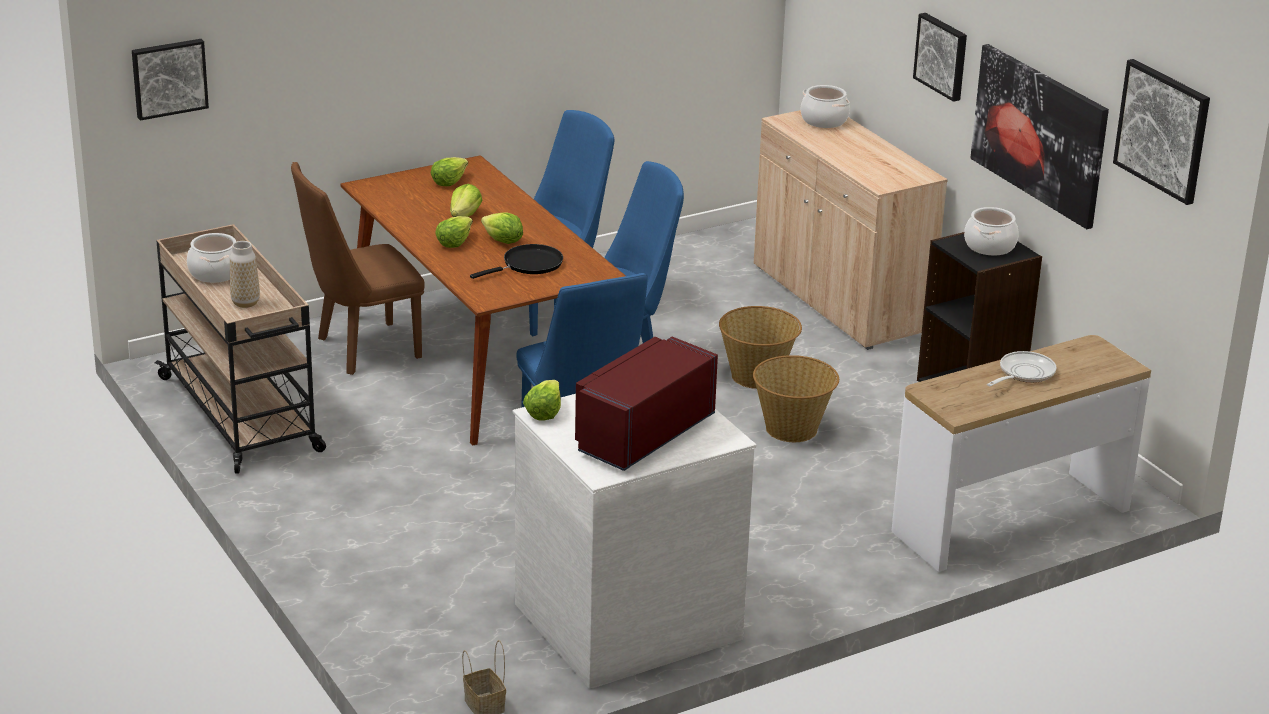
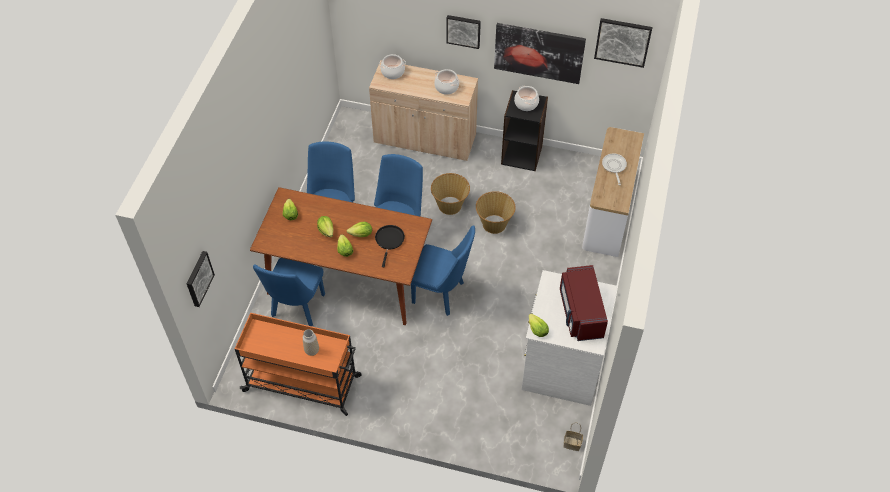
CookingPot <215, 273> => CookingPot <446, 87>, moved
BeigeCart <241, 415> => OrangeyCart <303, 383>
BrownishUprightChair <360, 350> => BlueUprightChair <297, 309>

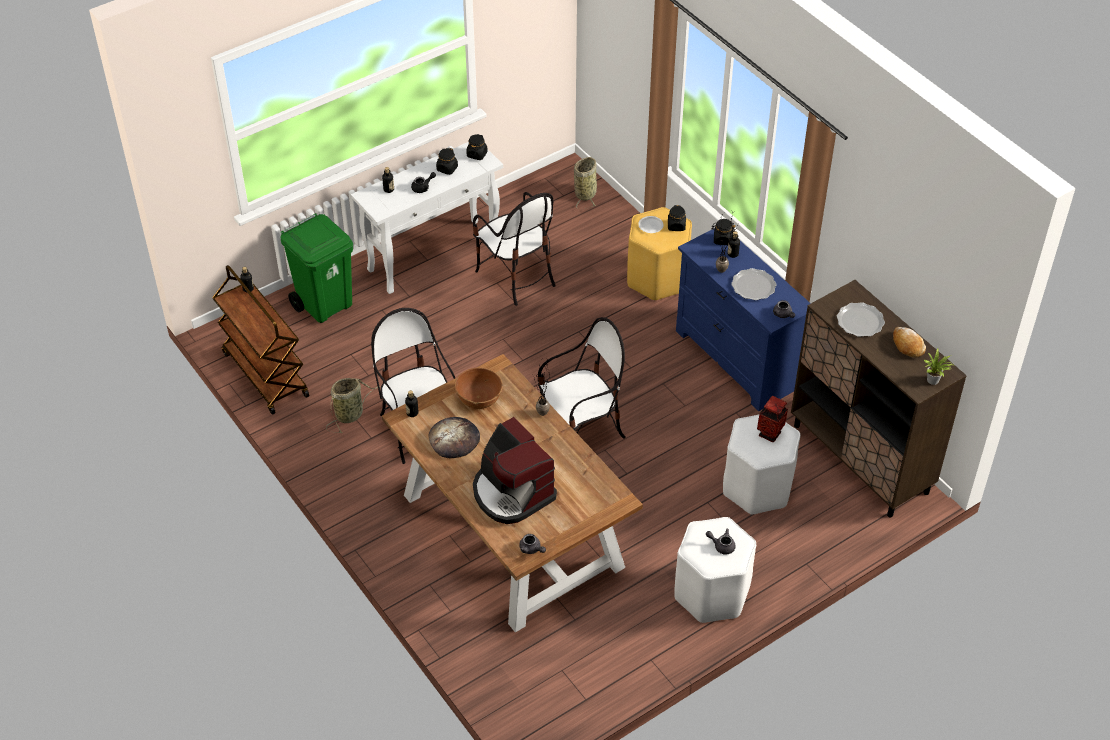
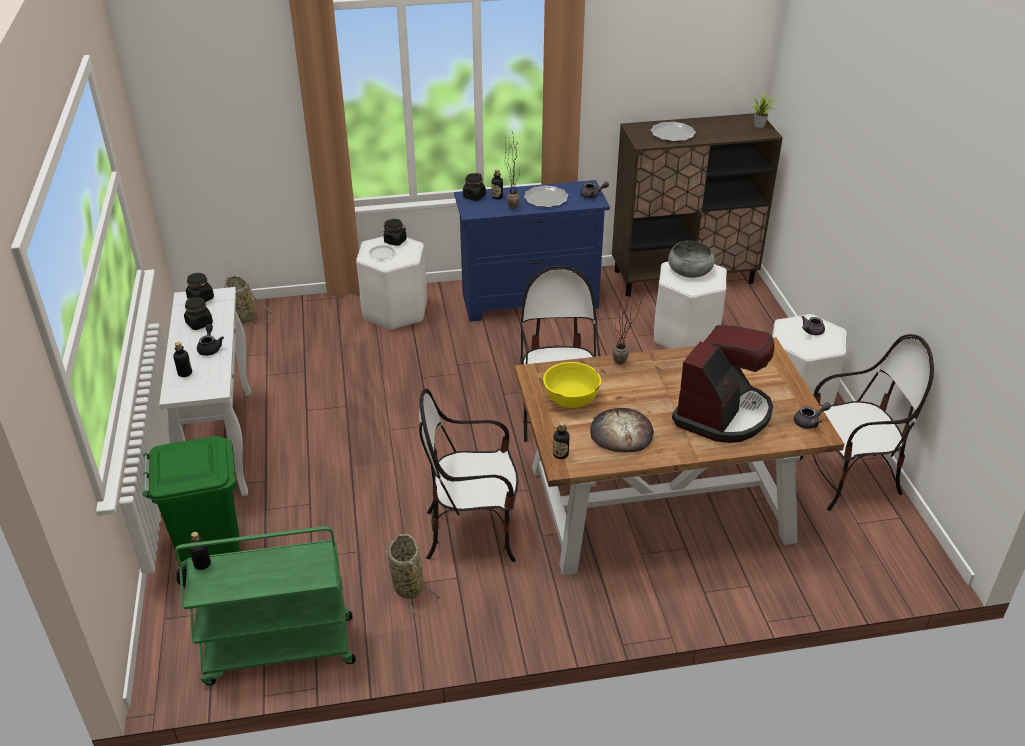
BakedBread <907, 345> => nothing
UprightChair <516, 277> => UprightChair <848, 479>, moved
Vase <770, 434> => GrayDeepDish <690, 269>
BrownishCart <264, 374> => GreenColouredCart <278, 651>
BrownishDeepDish <479, 399> => YellowDeepDish <571, 399>
YellowStoolSeat <657, 278> => WhitishStoolSeat <395, 311>
CoffeeMachine <512, 493> => CoffeeMachine <723, 414>, 45 degrees counterclockwise

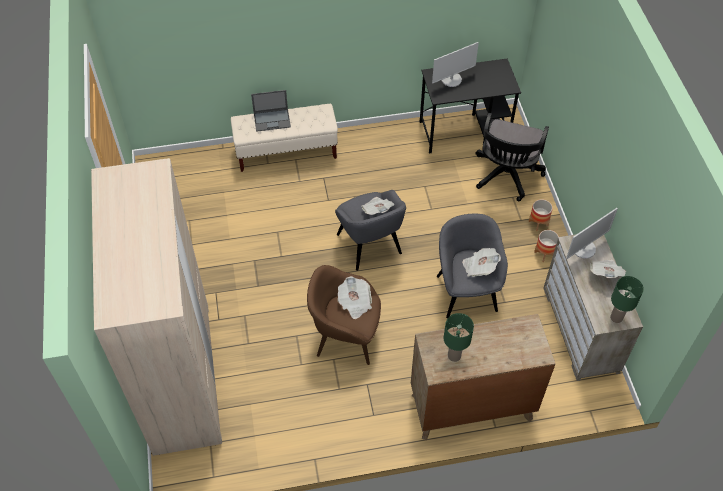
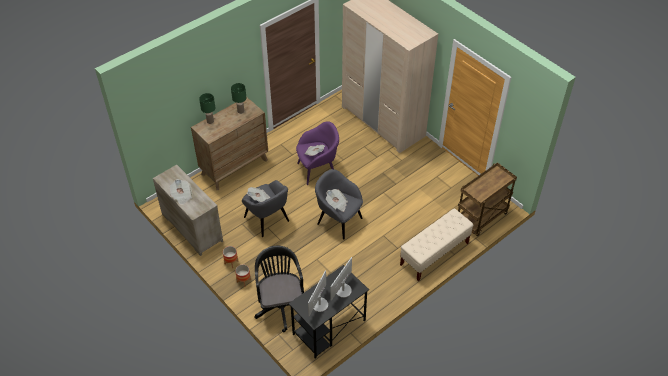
Laptop <272, 120> => nothing
nothing => BrownishCart <481, 218>
Monitor <583, 248> => Monitor <319, 304>, moved
GreenColouredTableLamp <616, 317> => GreenColouredTableLamp <210, 121>, moved
BrownishArmchair <345, 337> => PurpleColouredArmchair <318, 169>

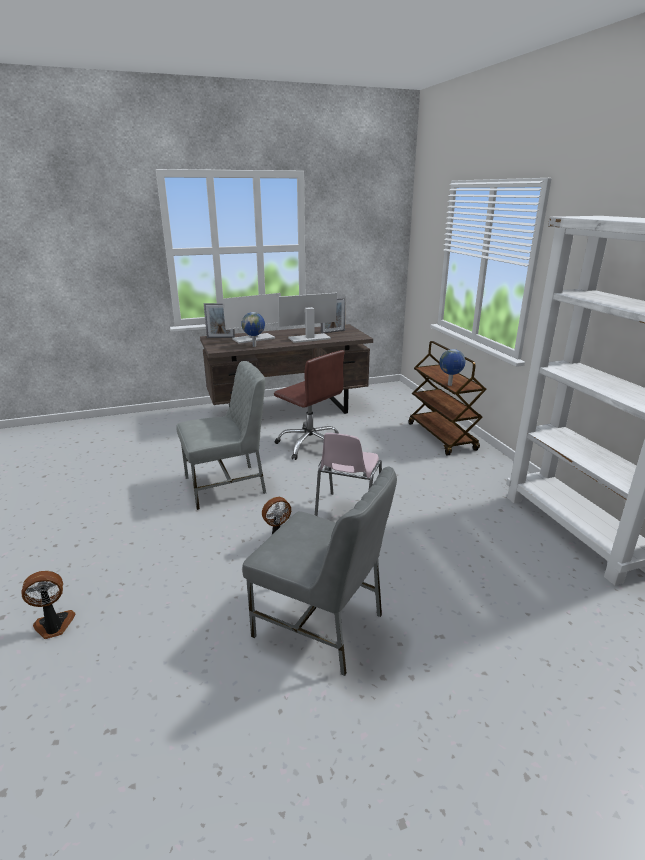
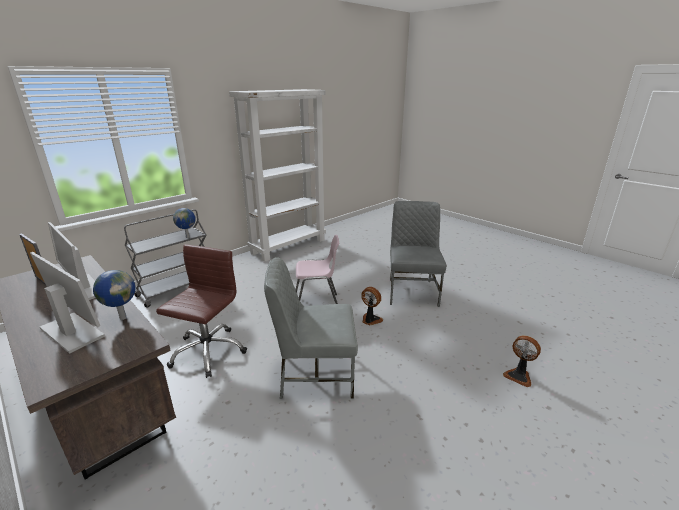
PictureFrame <221, 337> => nothing
BrownishCart <442, 437> => GrayCart <176, 289>
GrayUprightChair <227, 486> => GrayUprightChair <315, 375>, 45 degrees counterclockwise

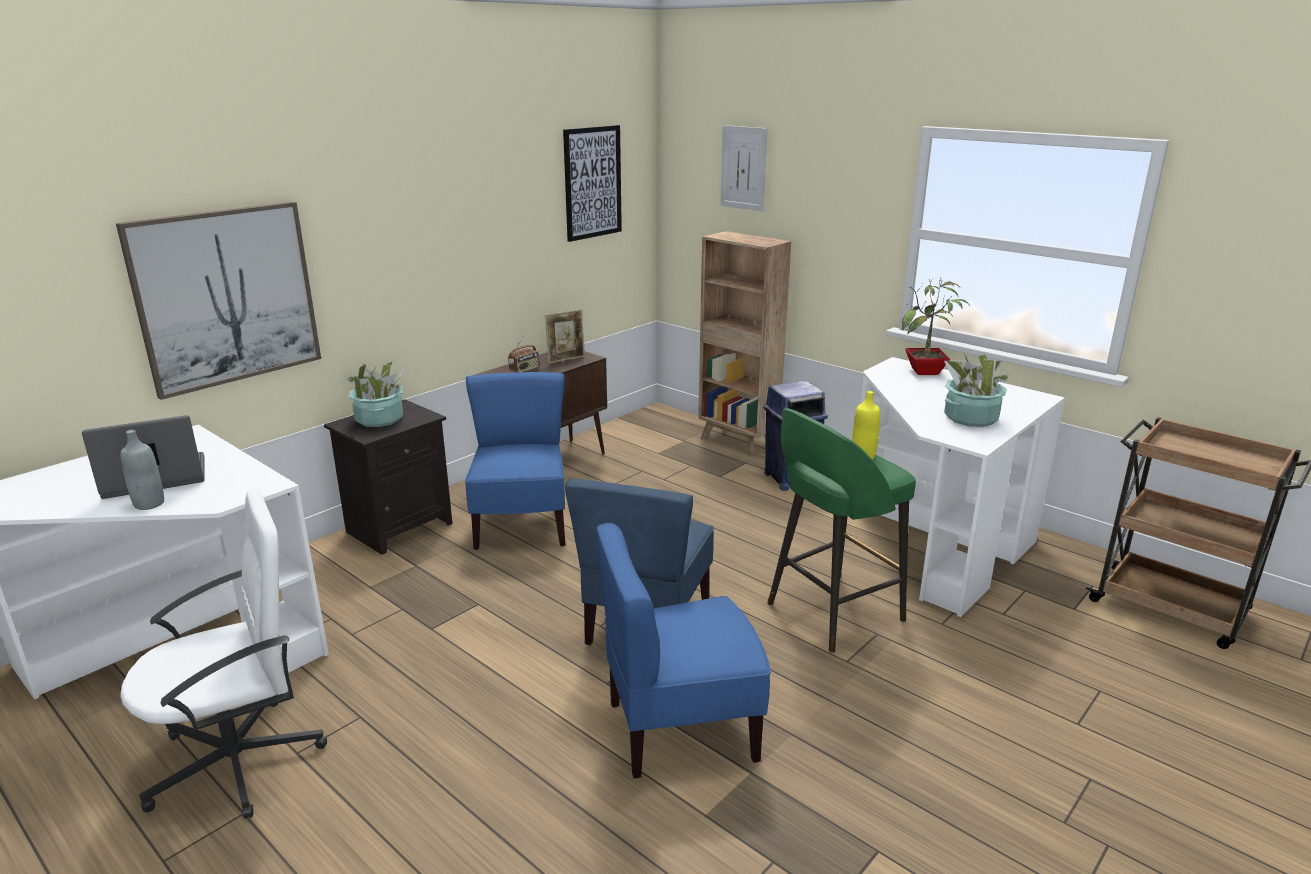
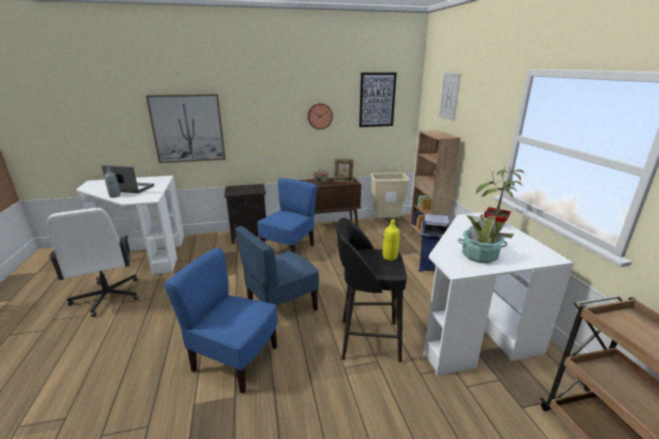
Houseplant <379, 419> => nothing
nothing => ClockOnTheWall <319, 116>
nothing => BeigeRubbishBin <386, 221>
GreenColouredStoolSeat <831, 613> => BlackColouredStoolSeat <367, 340>
WhitishOfficeChair <239, 760> => WhitishOfficeChair <107, 297>, 60 degrees clockwise

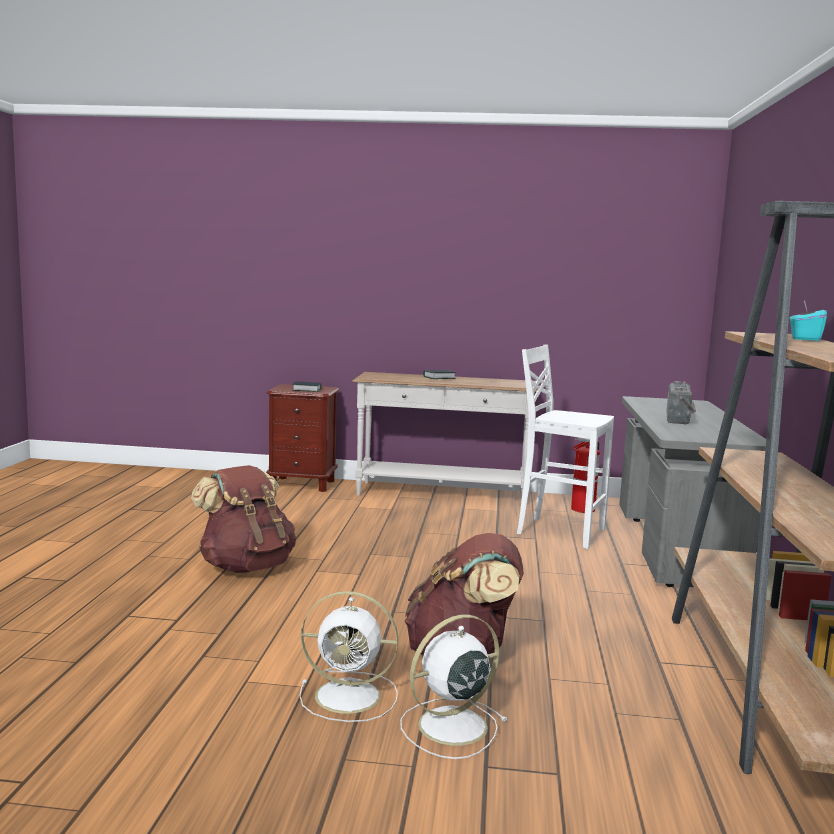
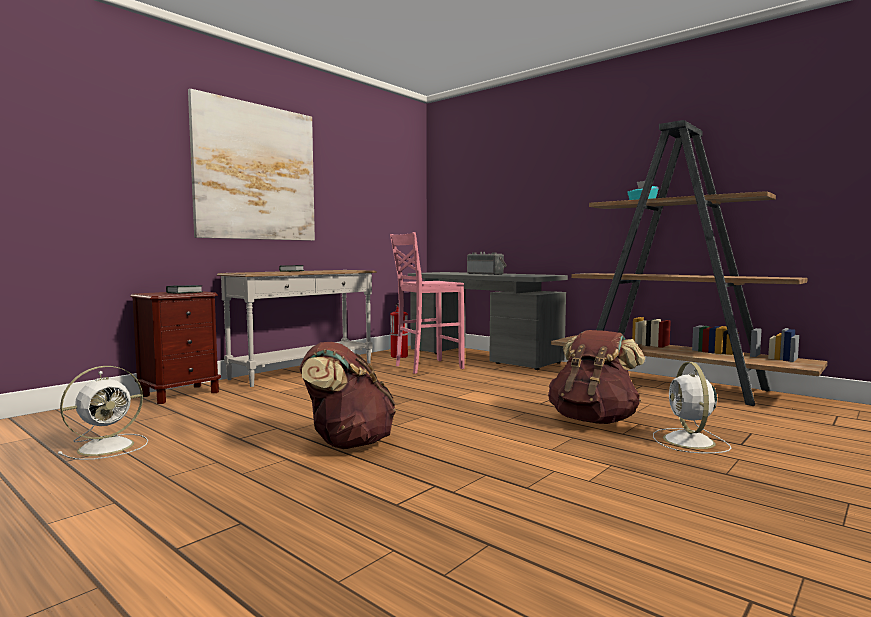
nothing => Picture <256, 172>
WhitishCoolingFan <351, 696> => WhitishCoolingFan <108, 446>, moved
WhitishStoolSeat <558, 532> => PinkishStoolSeat <426, 367>

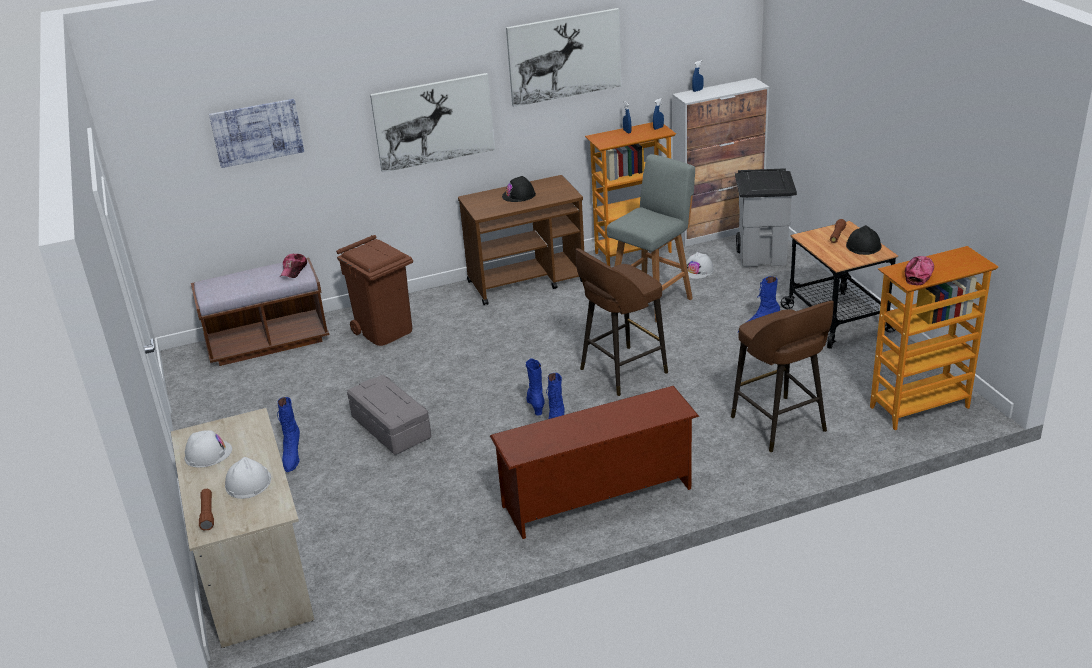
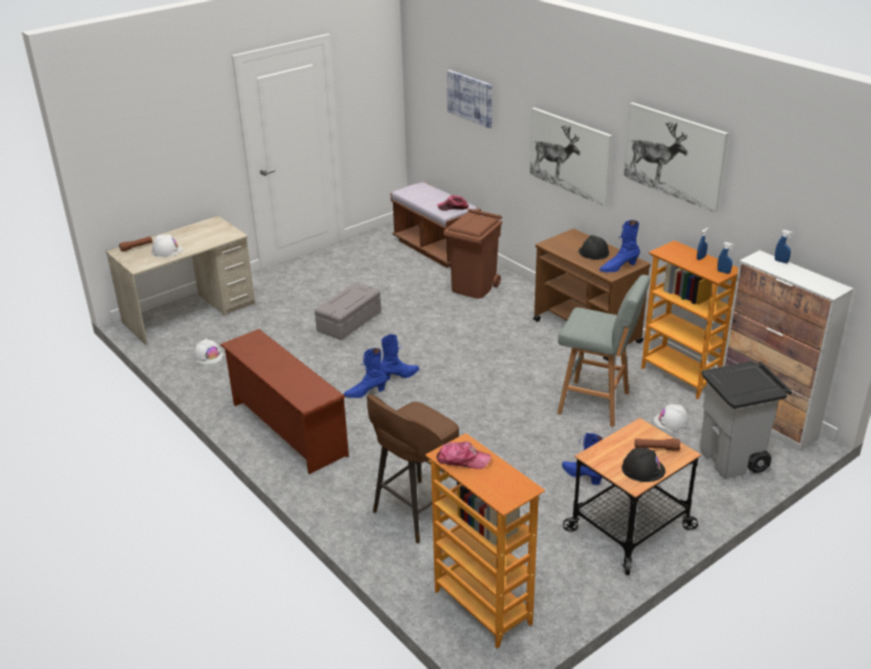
BrownishStoolSeat <621, 371> => nothing
WhitishWorkHelmet <208, 453> => WhitishWorkHelmet <208, 356>, moved
BlueHighTopBoot <292, 457> => BlueHighTopBoot <618, 268>, moved

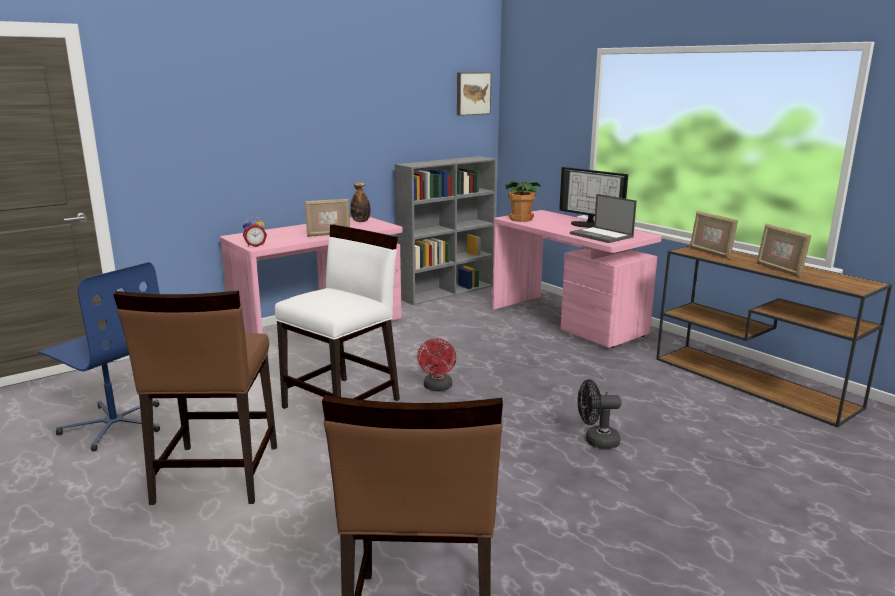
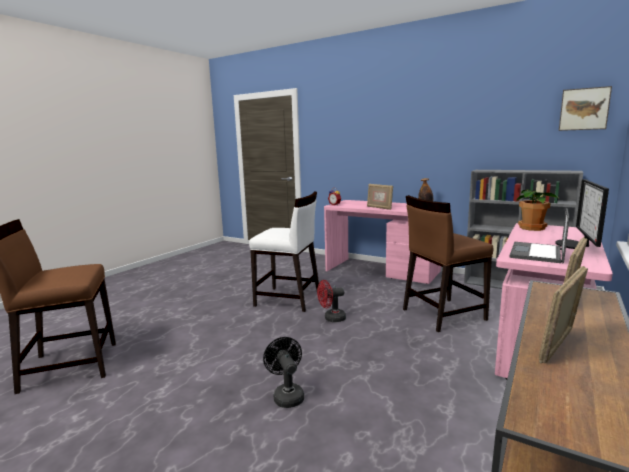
BlueOfficeChair <115, 425> => nothing
BrownishUprightChair <216, 474> => BrownishUprightChair <442, 314>, moved

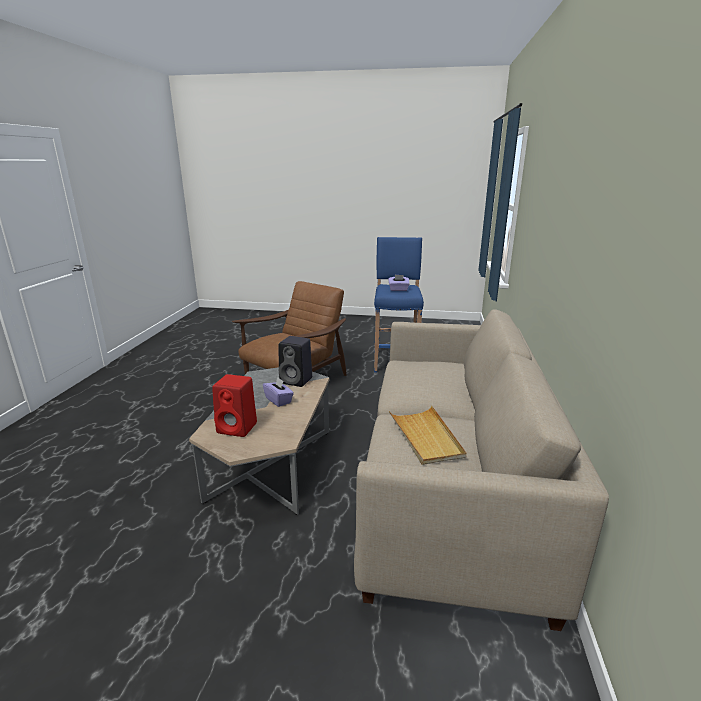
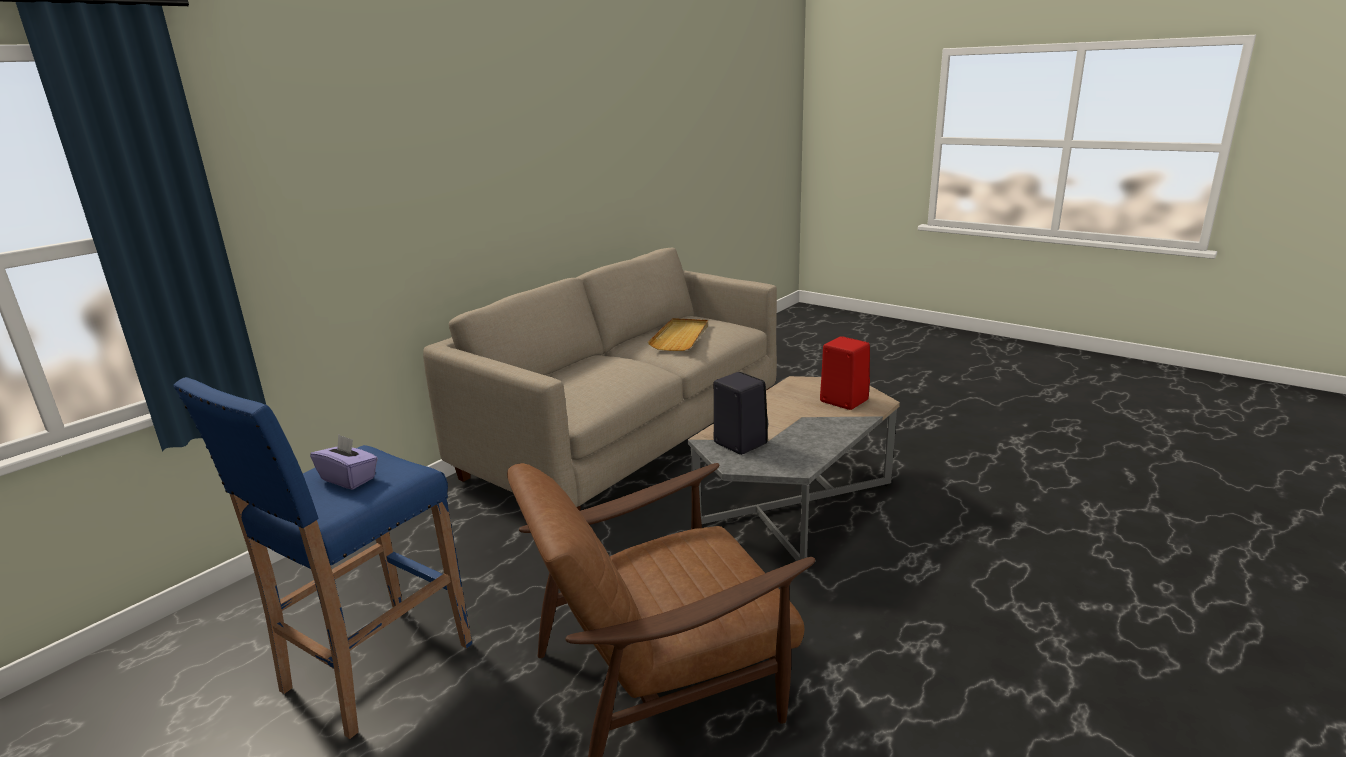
PurpleColouredTissueHolder <279, 400> => nothing

